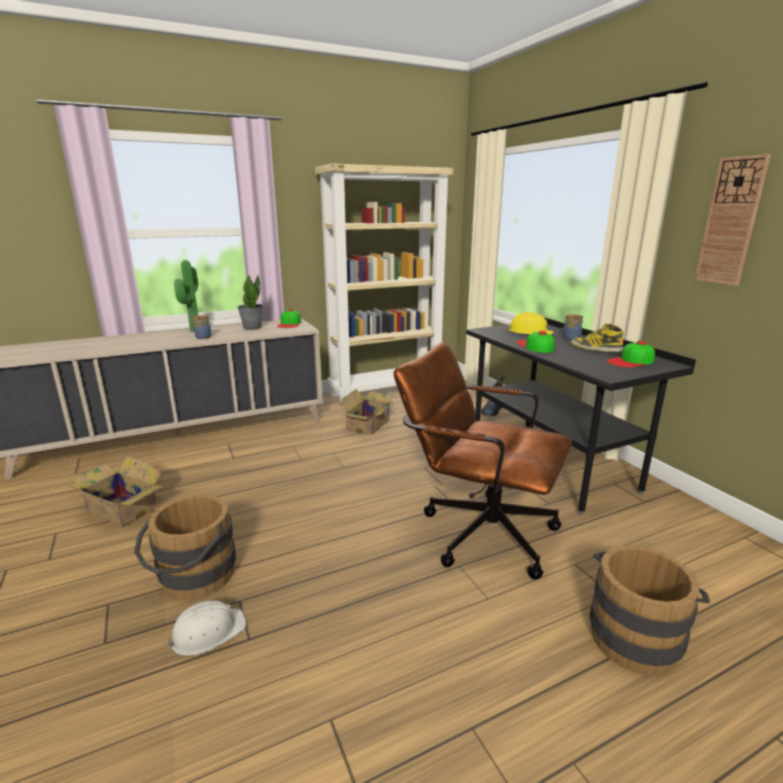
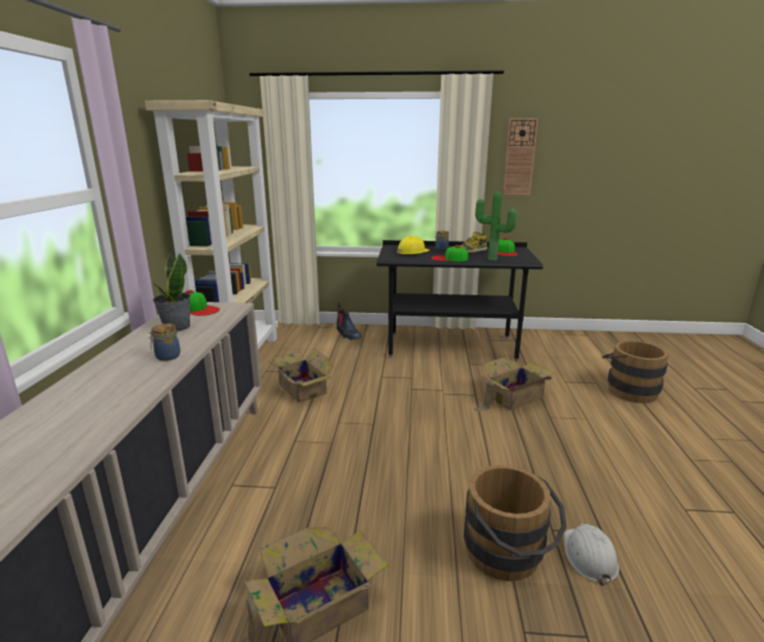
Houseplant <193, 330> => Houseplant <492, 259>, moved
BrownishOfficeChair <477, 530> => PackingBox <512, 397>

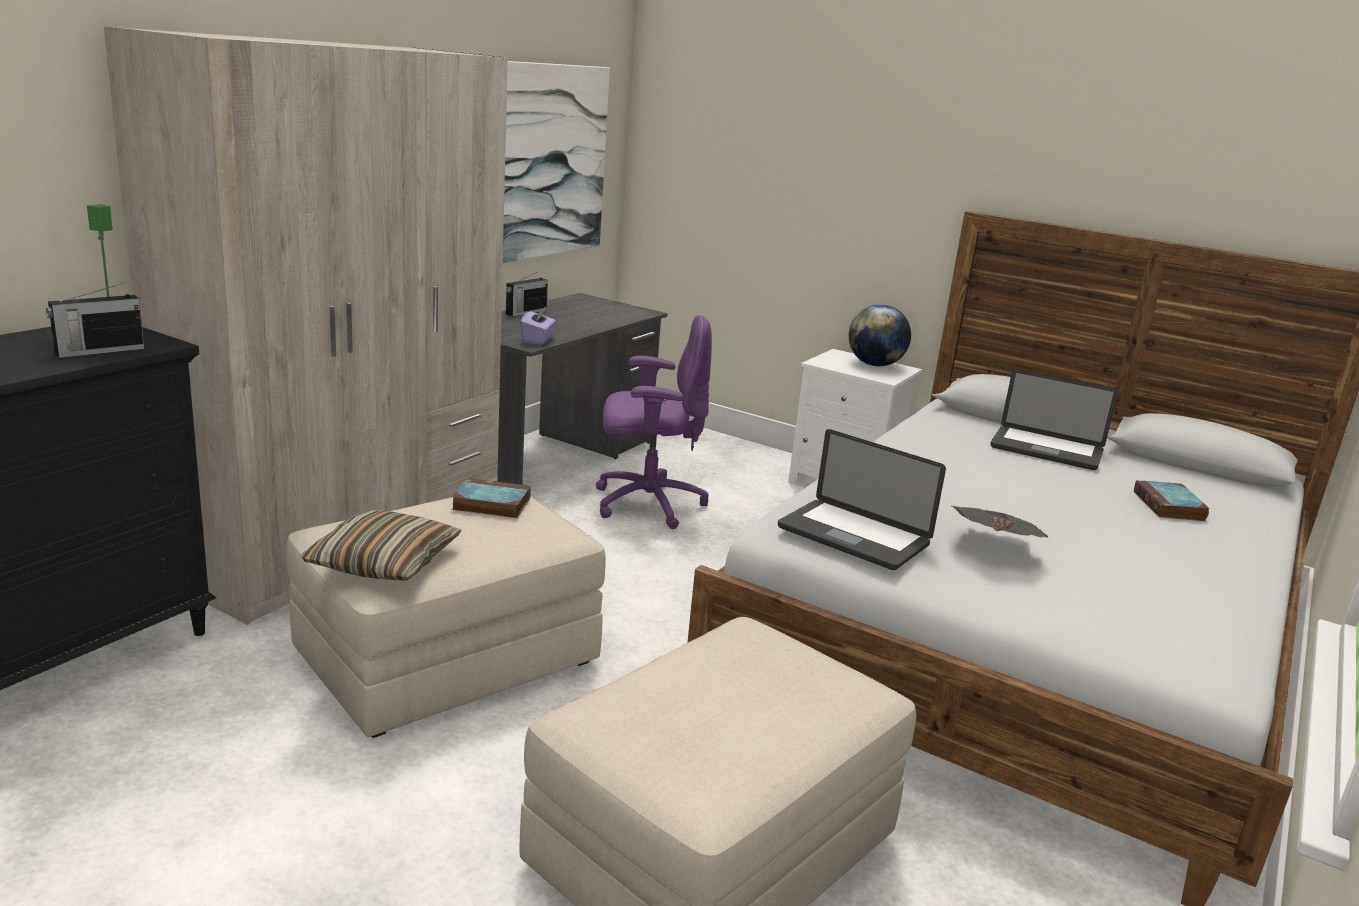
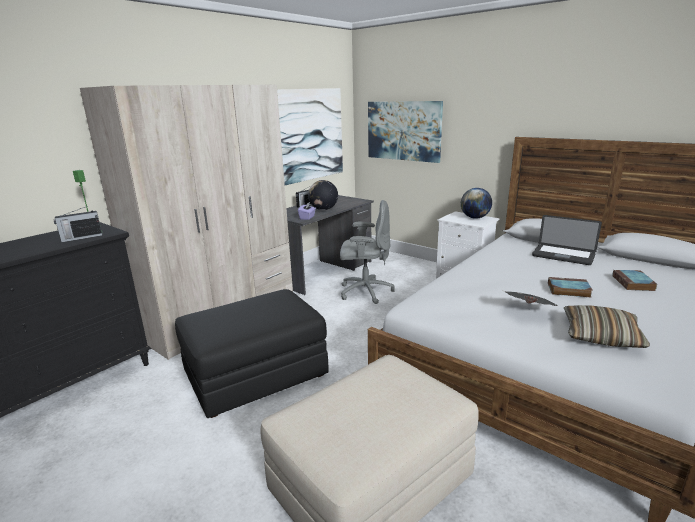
Laptop <853, 536> => nothing
nothing => DeskGlobe <323, 209>
nothing => Picture <403, 131>
Cushion <383, 562> => Cushion <601, 335>, moved
Book <489, 504> => Book <567, 290>, moved
BeigePouffe <447, 658> => BlackColouredPouffe <255, 374>
PurpleColouredOfficeChair <646, 503> => GrayOfficeChair <365, 292>

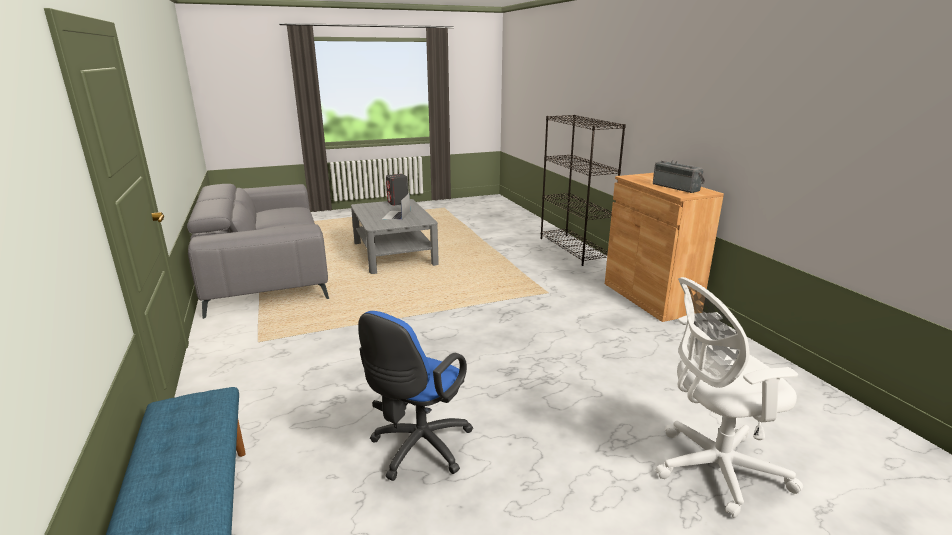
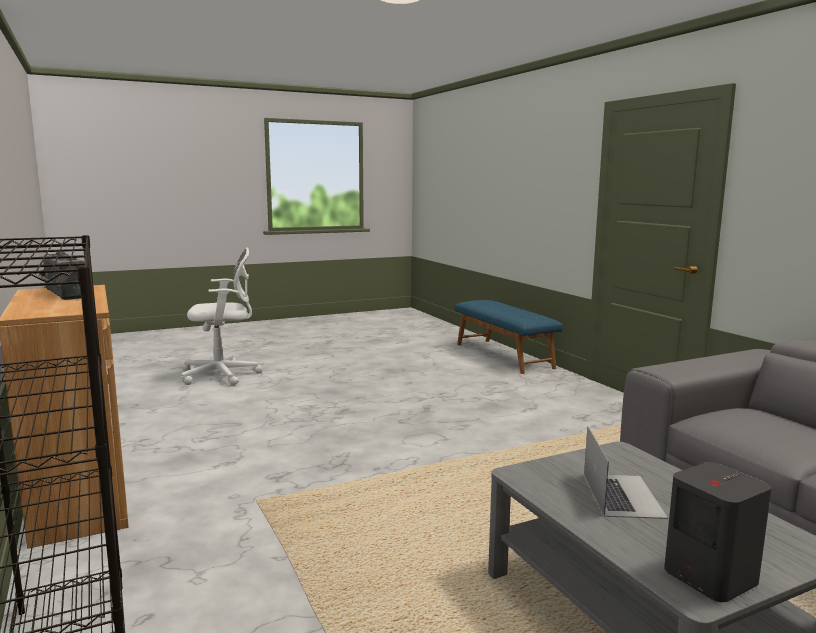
BlueOfficeChair <418, 449> => nothing

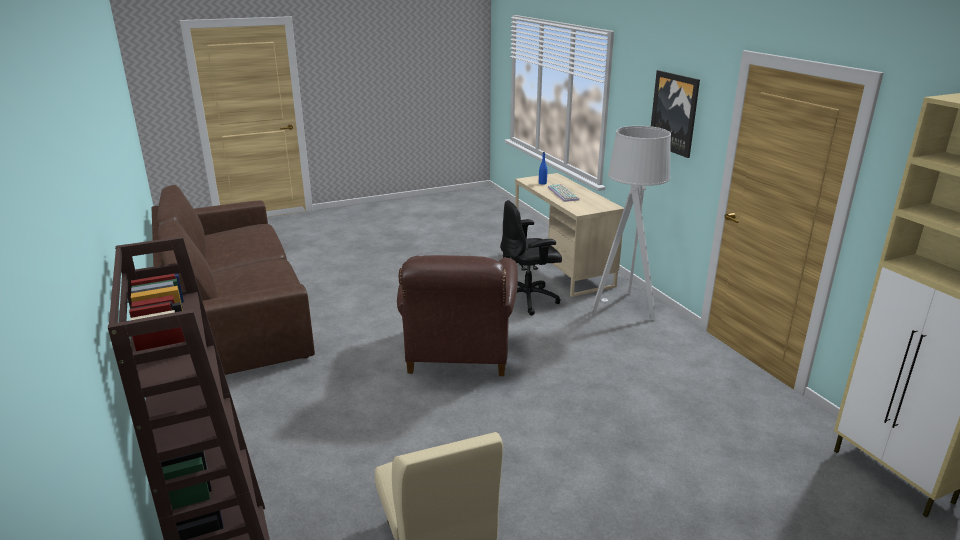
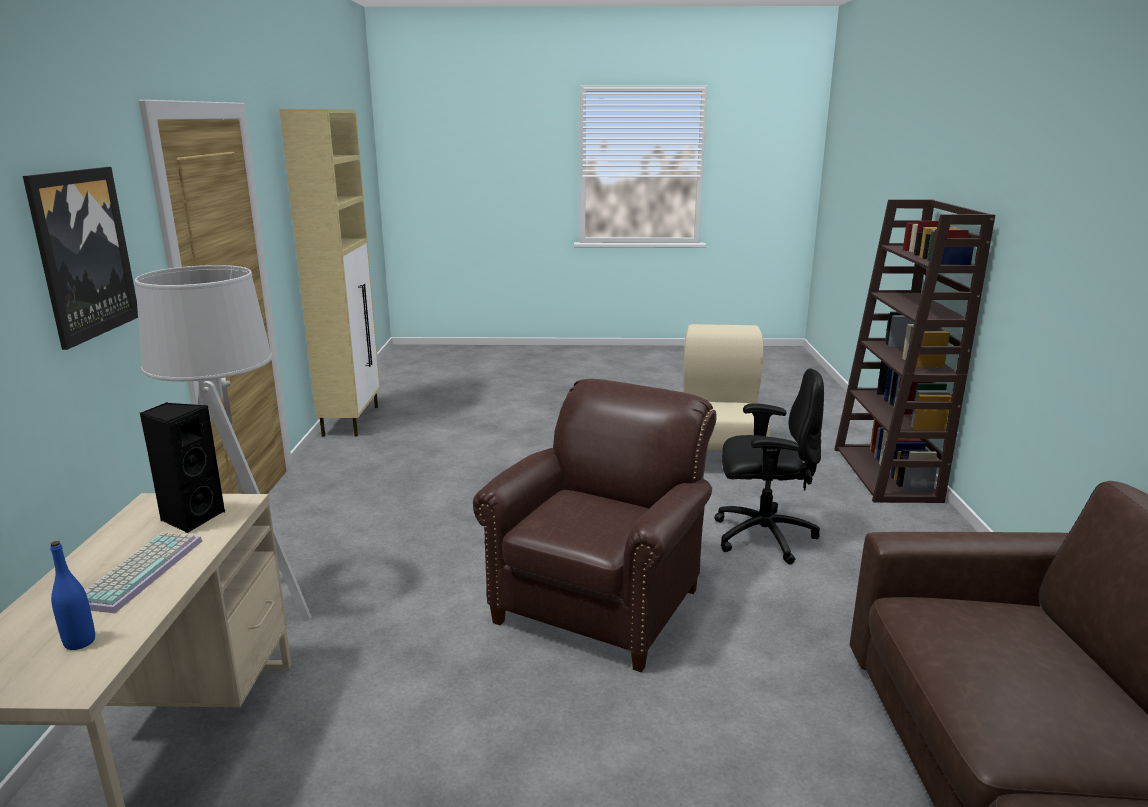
nothing => BlackColouredAudioSpeaker <191, 518>
BlackColouredOfficeChair <528, 300> => BlackColouredOfficeChair <761, 536>, moved

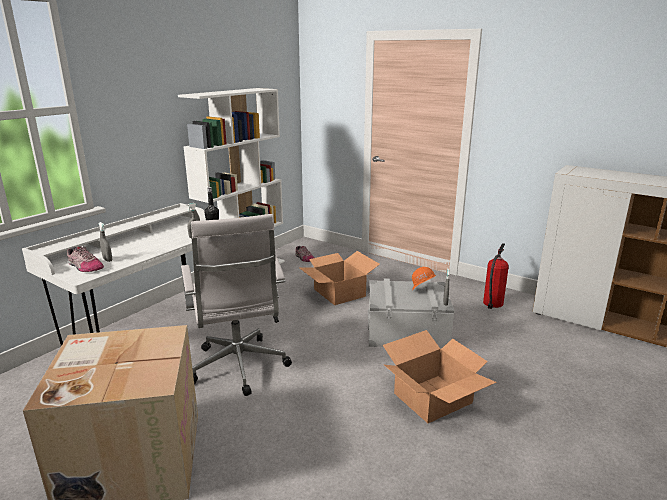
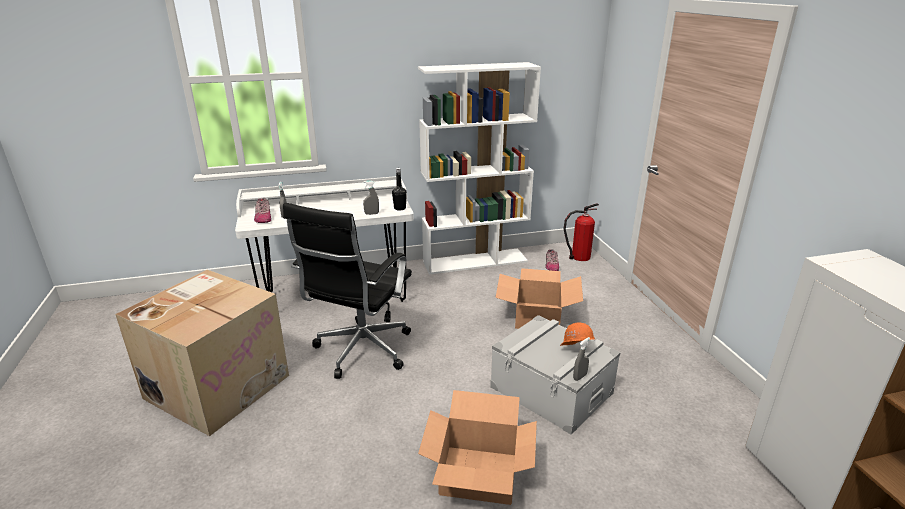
FireExtinguisher <492, 304> => FireExtinguisher <579, 257>, moved
WhitishOfficeChair <239, 369> => BlackColouredOfficeChair <361, 352>

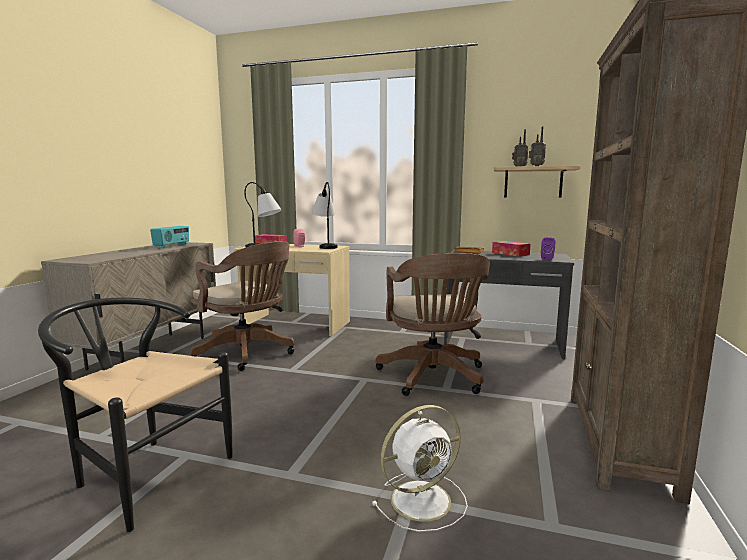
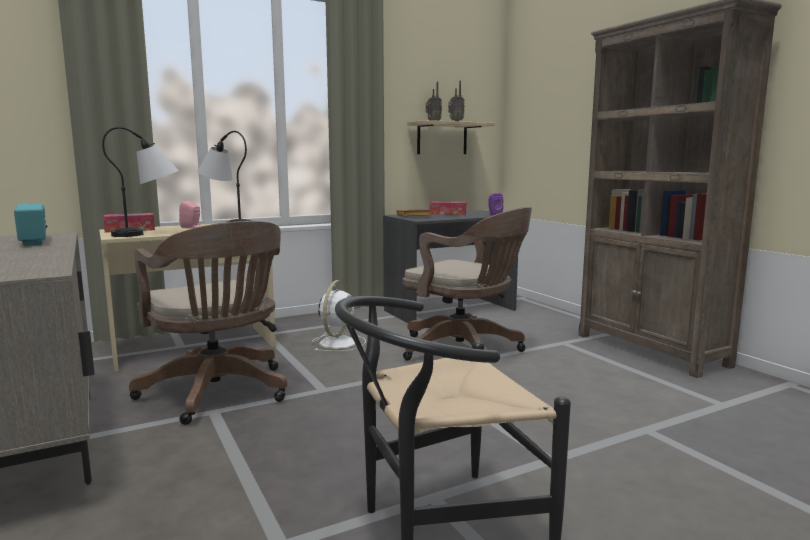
WhitishCoolingFan <423, 499> => WhitishCoolingFan <338, 342>, moved
BrownishOfficeChair <247, 353> => BrownishOfficeChair <219, 394>, 60 degrees clockwise

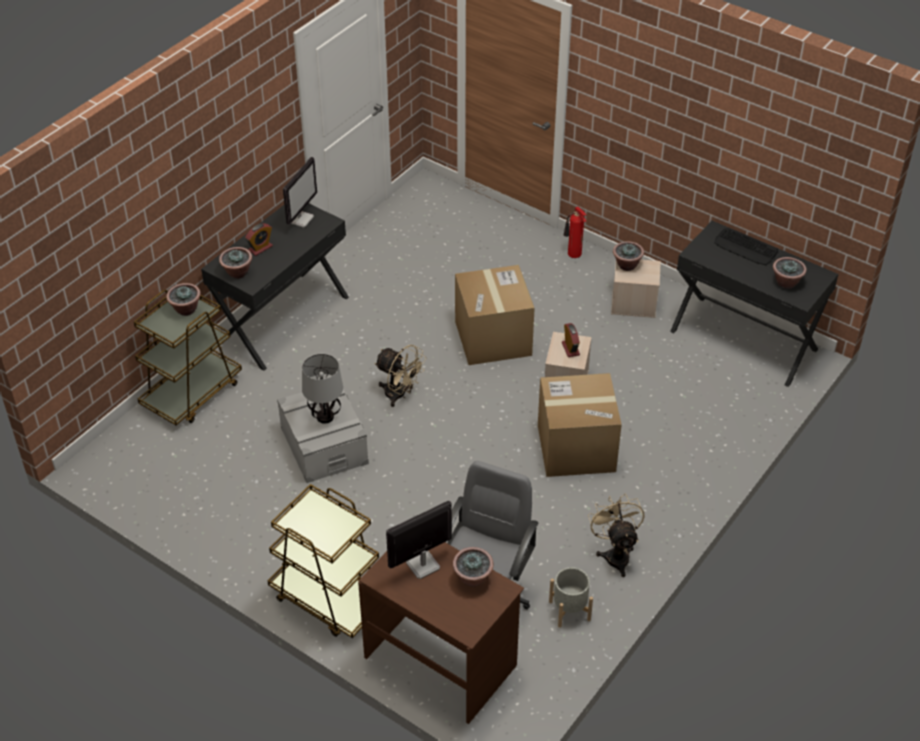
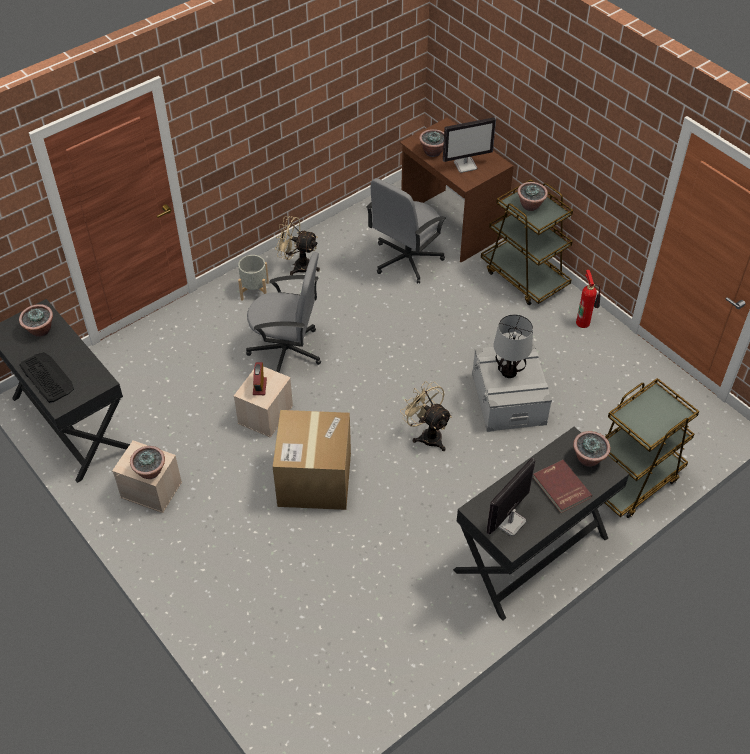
Houseplant <185, 309> => Houseplant <530, 205>, moved
GrayFlowerPot <570, 610> => GrayFlowerPot <254, 291>, moved
FireExtinguisher <573, 254> => FireExtinguisher <584, 322>, moved
TableClock <260, 248> => RedColouredBook <560, 488>
PackingBox <576, 448> => GrayOfficeChair <287, 351>
BeigeCoolingFan <615, 554> => BeigeCoolingFan <298, 265>, 105 degrees clockwise

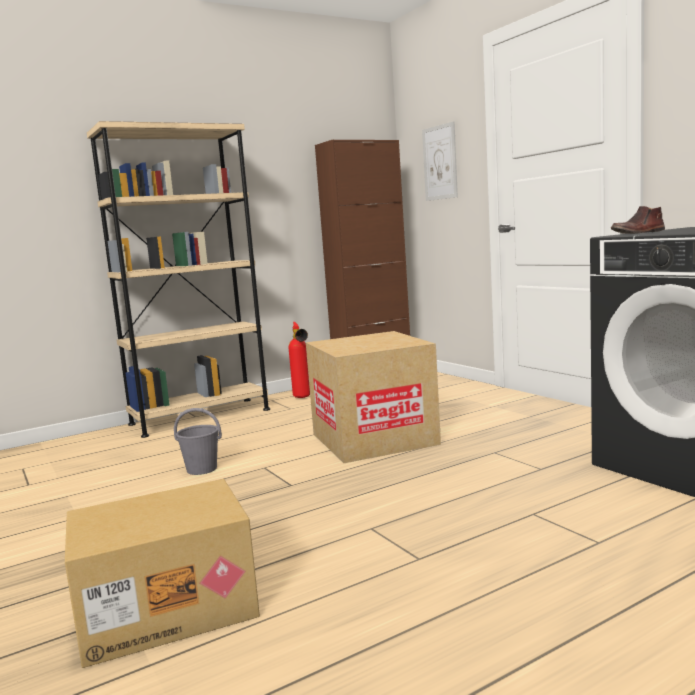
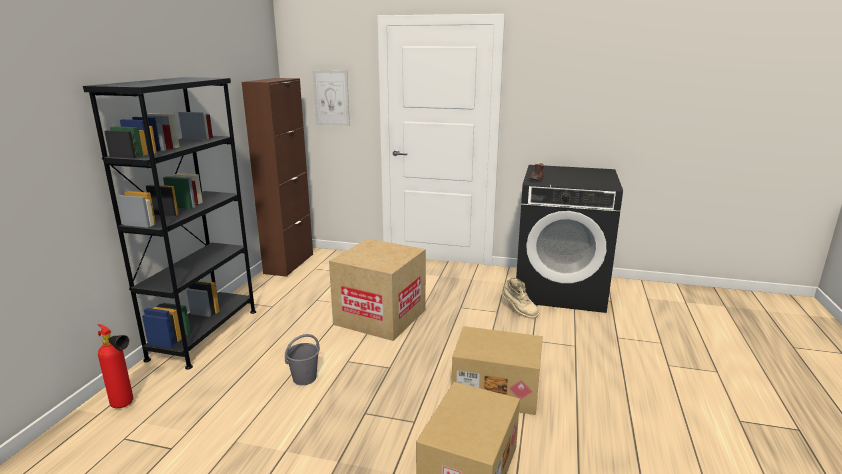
nothing => PackingBox <497, 389>
nothing => BeigeHighTopBoot <518, 311>
FireExtinguisher <303, 398> => FireExtinguisher <126, 405>, moved
BeigeBookshelf <200, 417> => BlackColouredBookshelf <204, 334>

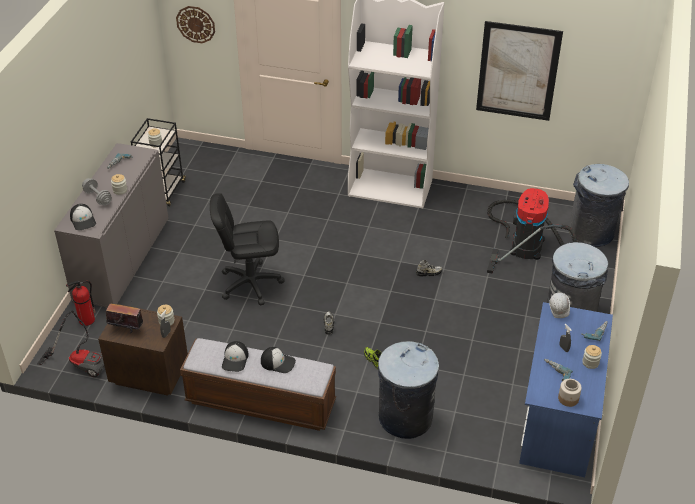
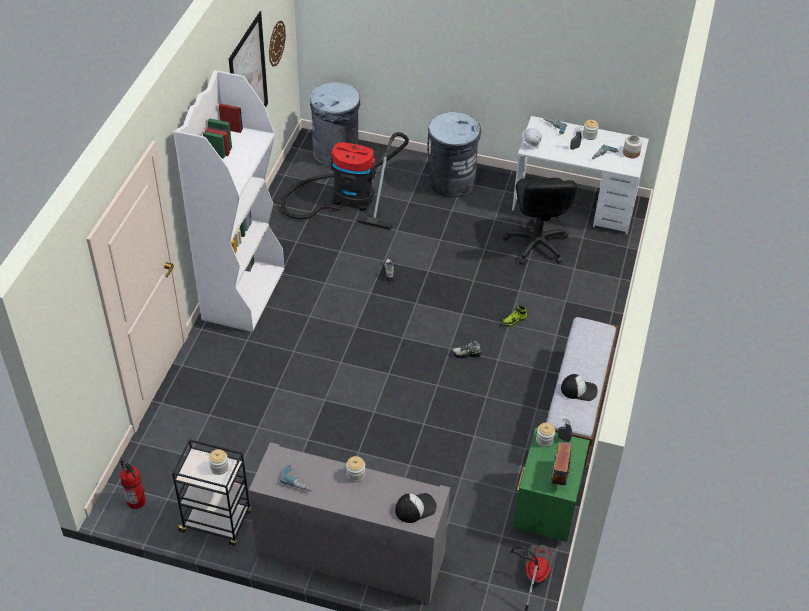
GrayHandWeight <98, 197> => nothing
Cap <278, 362> => nothing
GrayRubbishBin <405, 417> => nothing
FireExtinguisher <86, 320> => FireExtinguisher <137, 501>, moved
ClockOnTheWall <195, 24> => ClockOnTheWall <276, 43>, moved
BlackColouredOfficeChair <250, 283> => BlackColouredOfficeChair <536, 244>, moved
BrownishBedsideTable <149, 374> => GreenColouredBedsideTable <545, 509>
BlueDeskTable <558, 417> => WhitishDeskTable <574, 205>

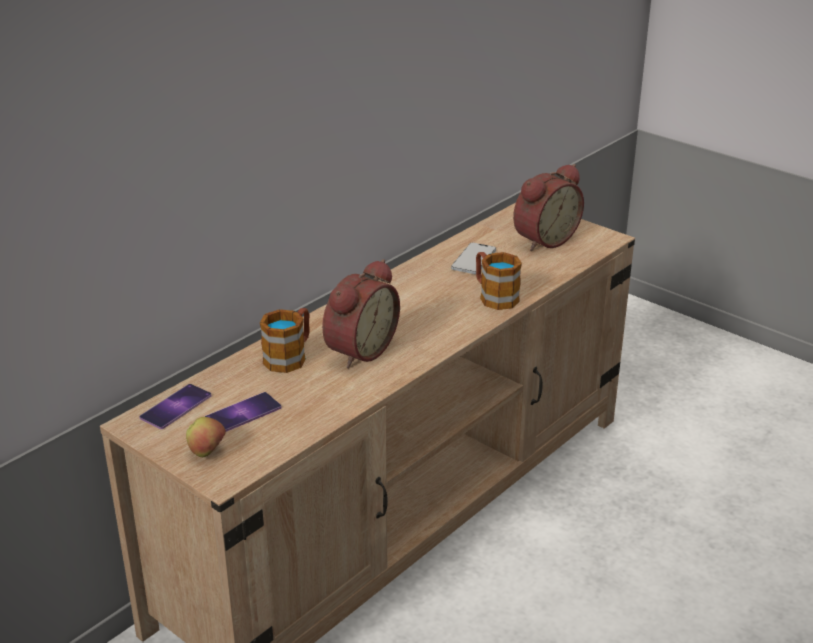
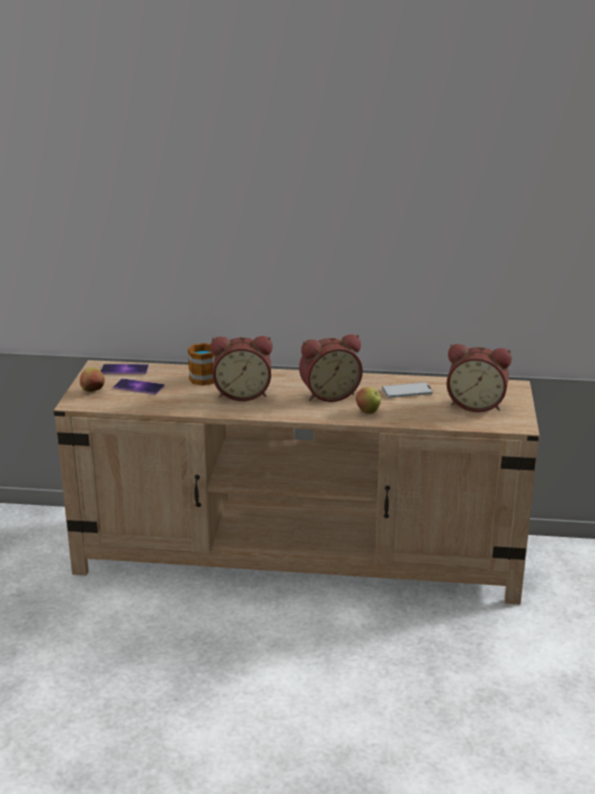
nothing => TableClock <329, 394>
Mug <494, 296> => WholeApple <368, 412>

